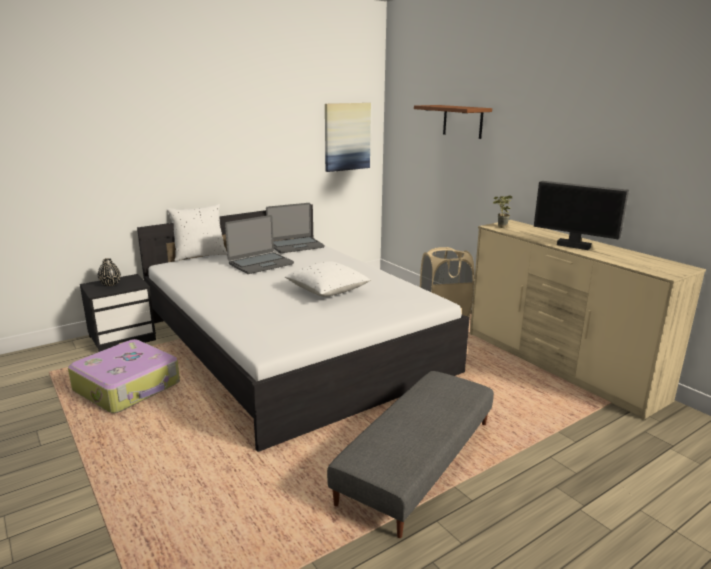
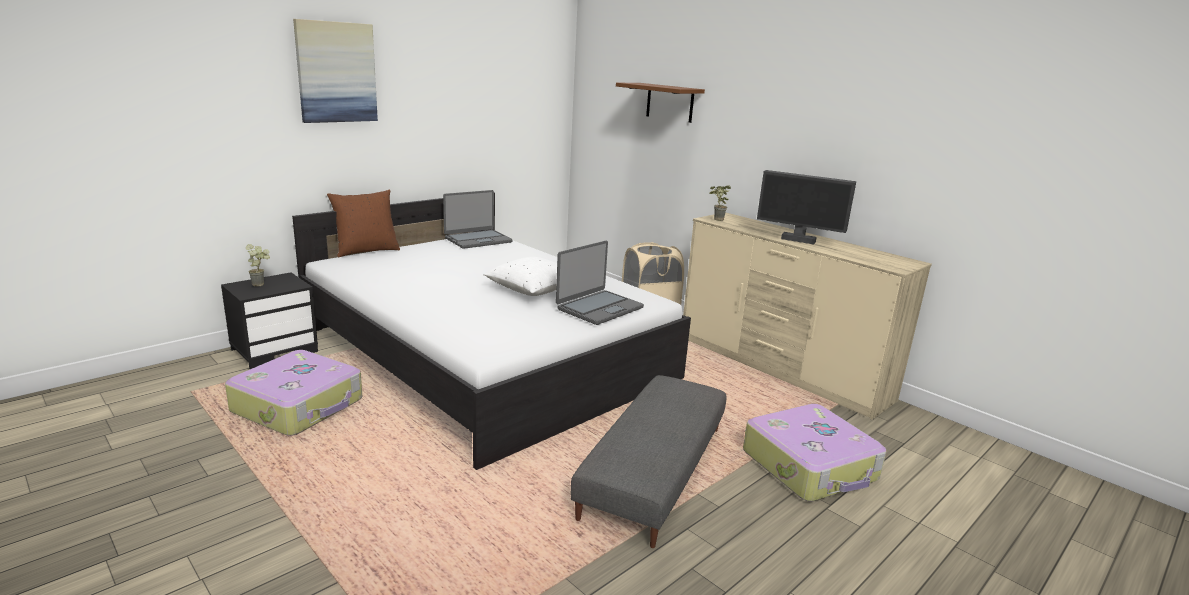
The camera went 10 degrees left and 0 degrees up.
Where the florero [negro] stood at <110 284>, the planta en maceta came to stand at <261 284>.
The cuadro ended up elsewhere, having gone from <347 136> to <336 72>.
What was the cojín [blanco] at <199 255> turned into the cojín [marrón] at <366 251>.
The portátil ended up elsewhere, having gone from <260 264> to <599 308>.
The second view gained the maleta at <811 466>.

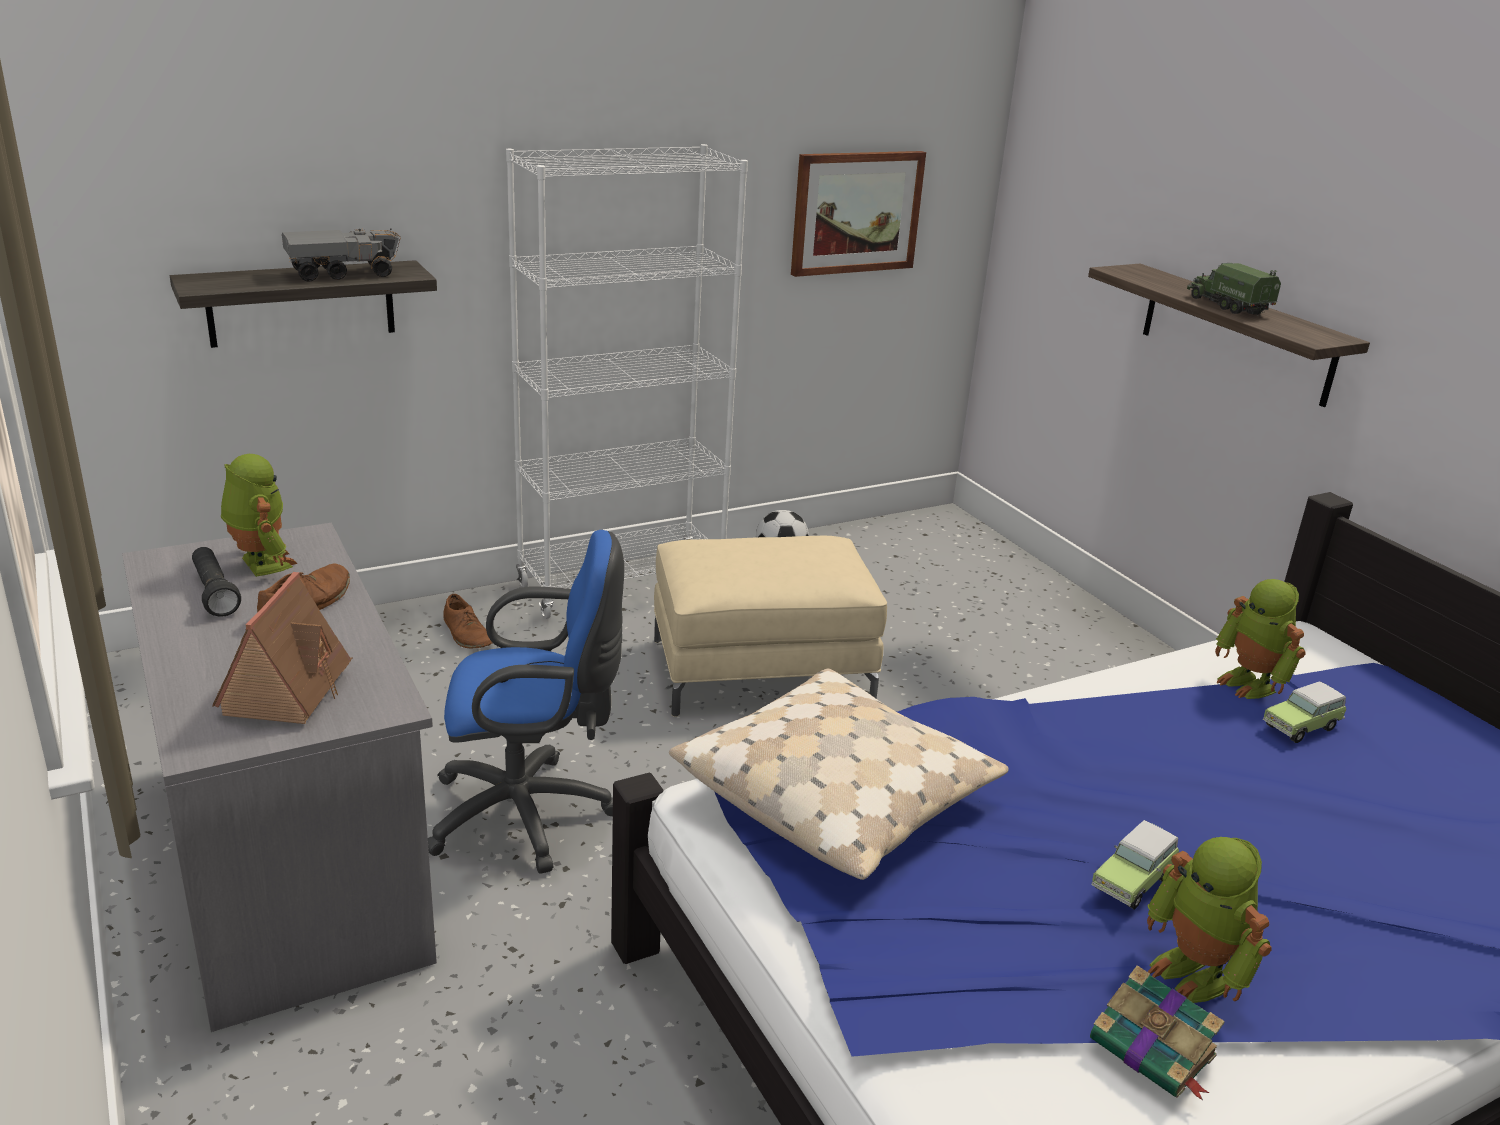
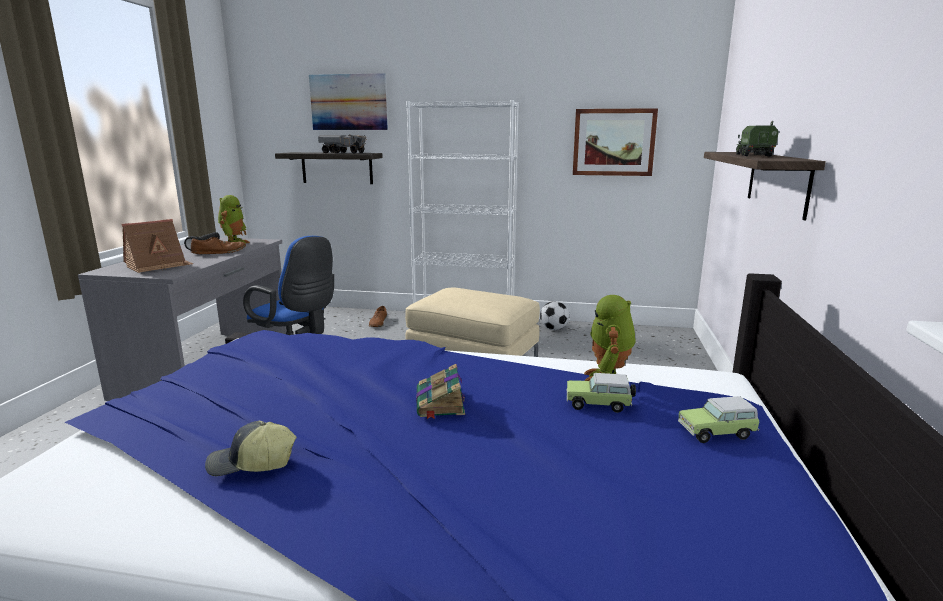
The camera went 40 degrees right and 10 degrees down.
Where the robot de juguete stood at <1195 973>, the gorra came to stand at <251 464>.
The second view gained the cuadro at <348 102>.
The libro ended up elsewhere, having gone from <1154 1050> to <440 404>.
The coche de juguete ended up elsewhere, having gone from <1133 880> to <718 433>.
The second view lost the cojín [beis] at <836 794>.

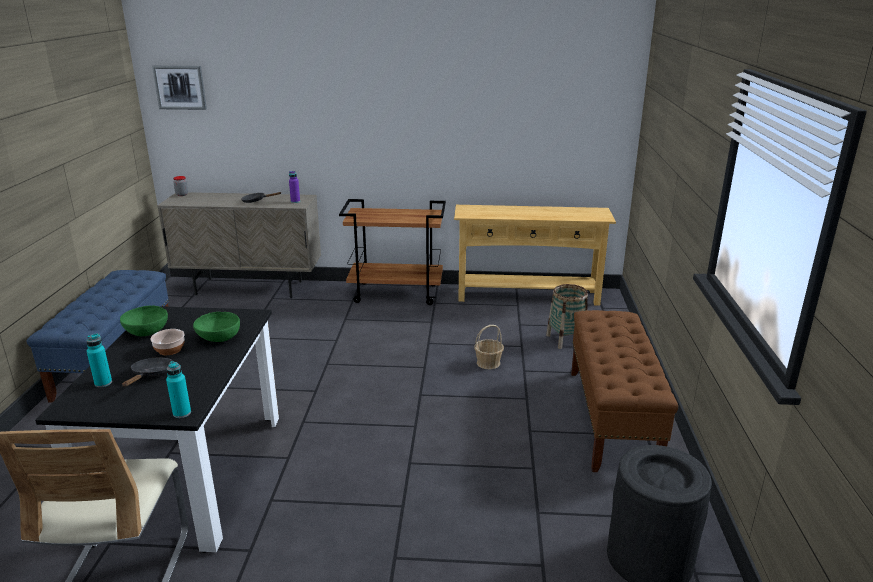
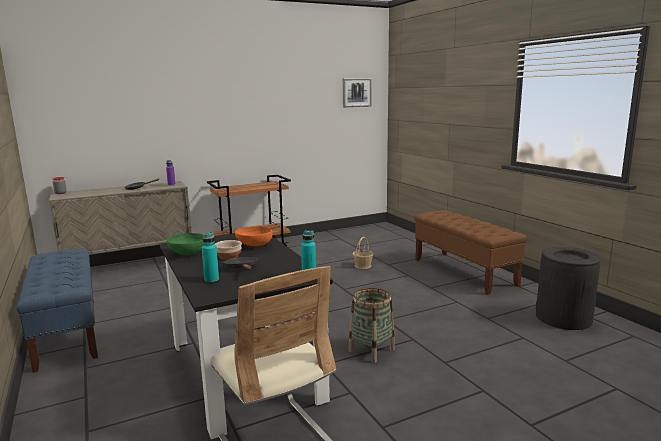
The camera went 30 degrees left and 10 degrees down.
What was the cuenco [verde] at <218 338> turned into the cuenco [naranja] at <254 245>.
The cuadro ended up elsewhere, having gone from <180 87> to <356 92>.
The cesta ended up elsewhere, having gone from <566 339> to <371 350>.
The second view lost the mesa consola [beis] at <527 295>.

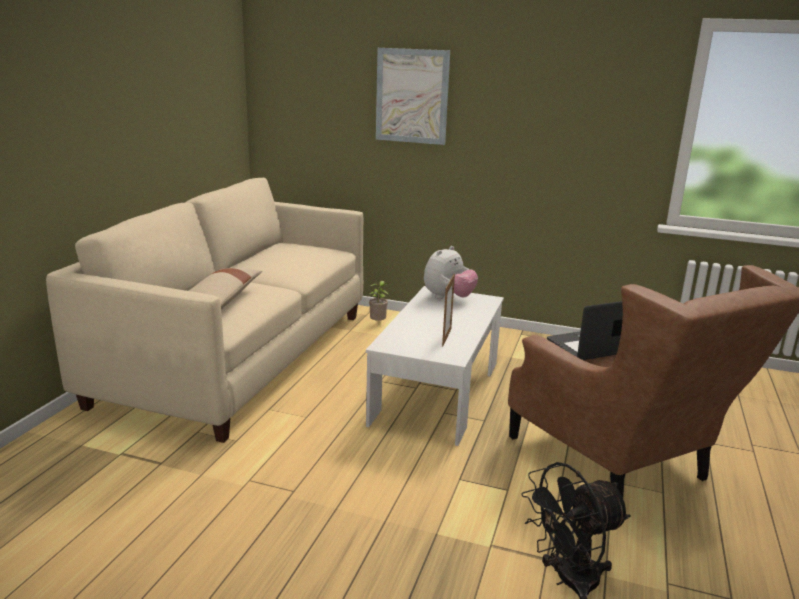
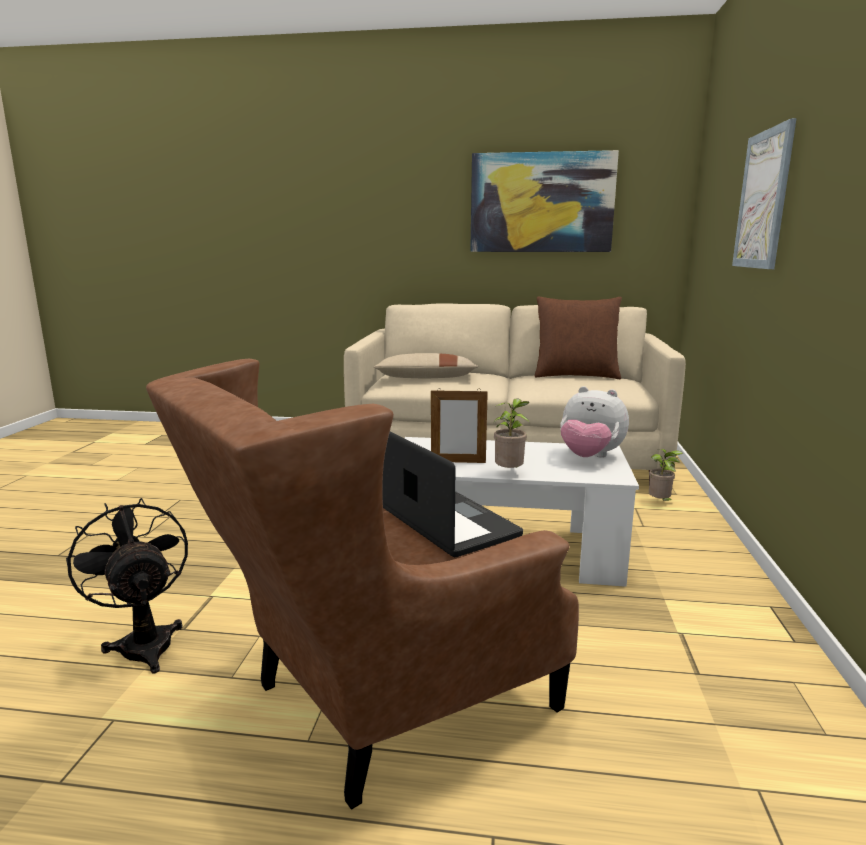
The camera went 80 degrees right and 5 degrees down.
The second view gained the cuadro at <541 203>.
The second view gained the planta en maceta at <510 473>.
The second view gained the cojín [marrón] at <575 375>.

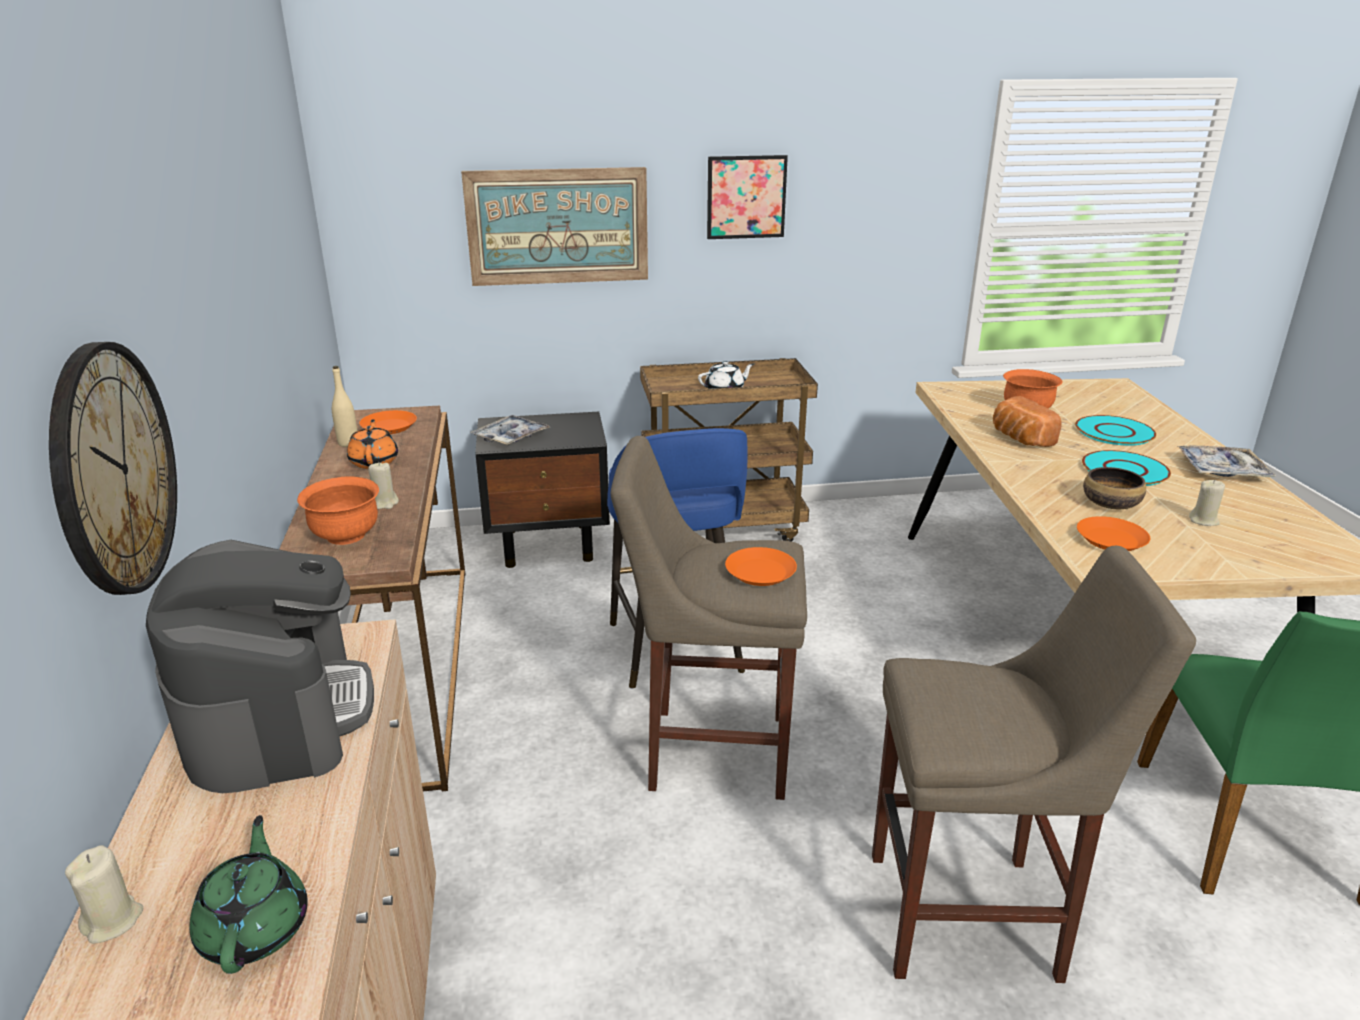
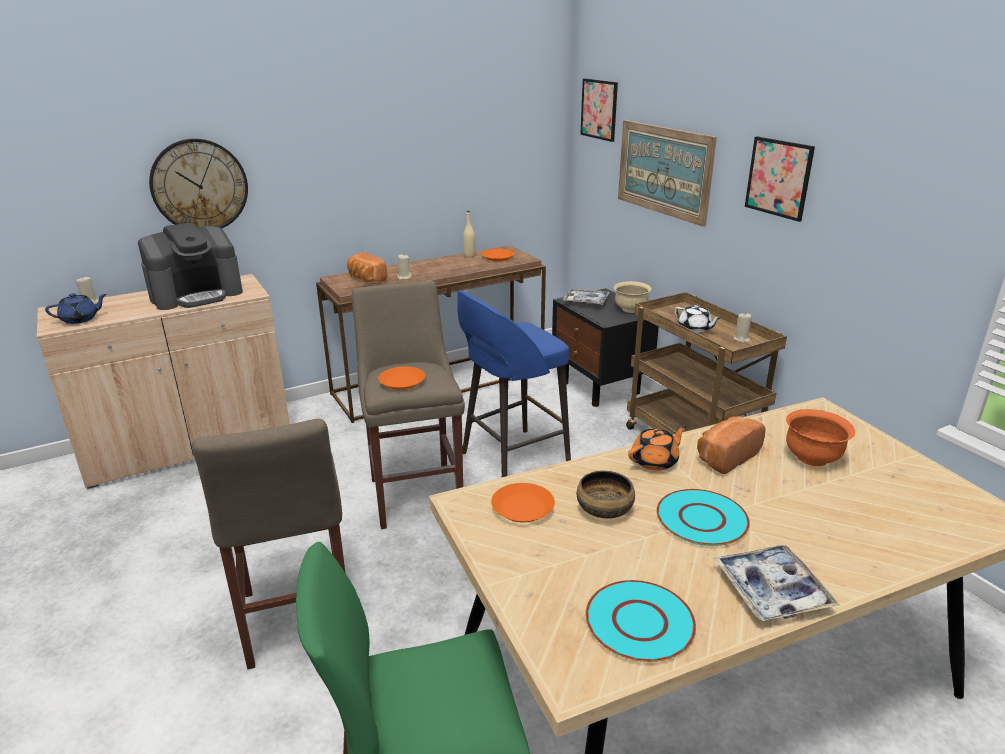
The camera went 70 degrees right and 0 degrees up.
What was the tetera [verde] at <256 928> turned into the tetera [azul] at <80 319>.
Where the cuenco [naranja] stood at <346 536>, the pan came to stand at <365 279>.
The second view gained the cuadro at <599 109>.
The plato [turquesa] ended up elsewhere, having gone from <1115 432> to <640 622>.
The second view gained the cuenco [beis] at <630 309>.
The tetera [naranja] ended up elsewhere, having gone from <374 461> to <655 461>.
The vela [beis] ended up elsewhere, having gone from <1203 521> to <741 339>.

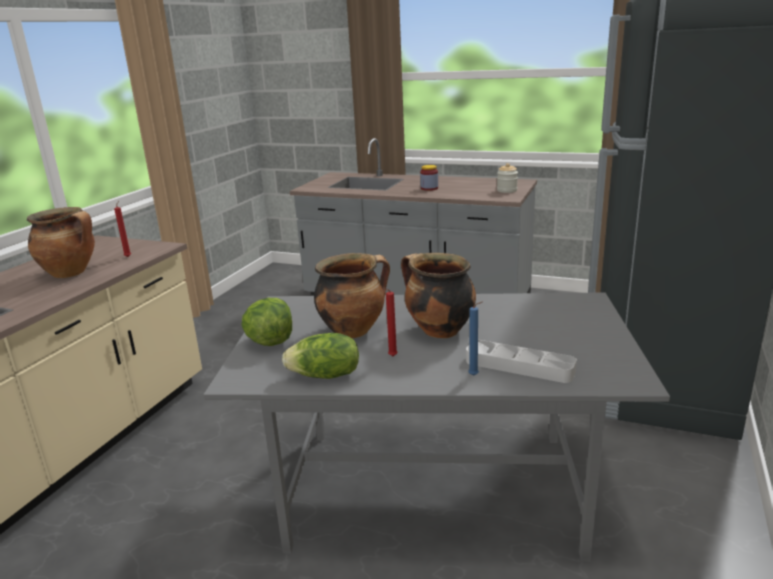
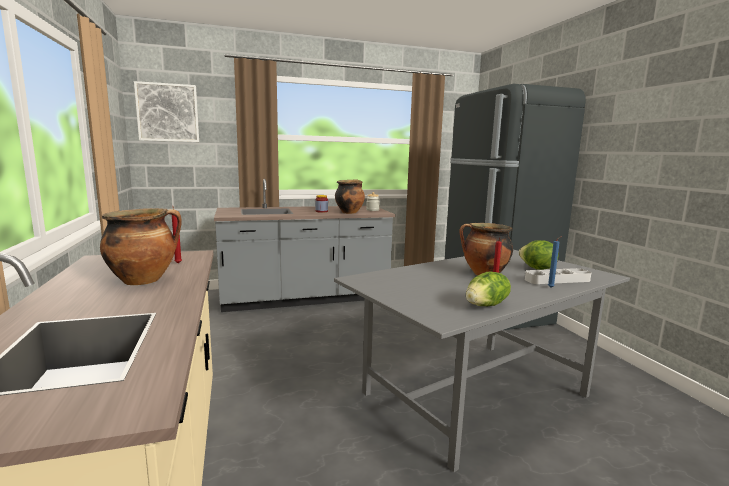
The camera went 40 degrees left and 10 degrees down.
The second view gained the cuadro at <168 112>.
The olla ended up elsewhere, having gone from <353 330> to <349 212>.
The lechuga ended up elsewhere, having gone from <270 341> to <537 269>.

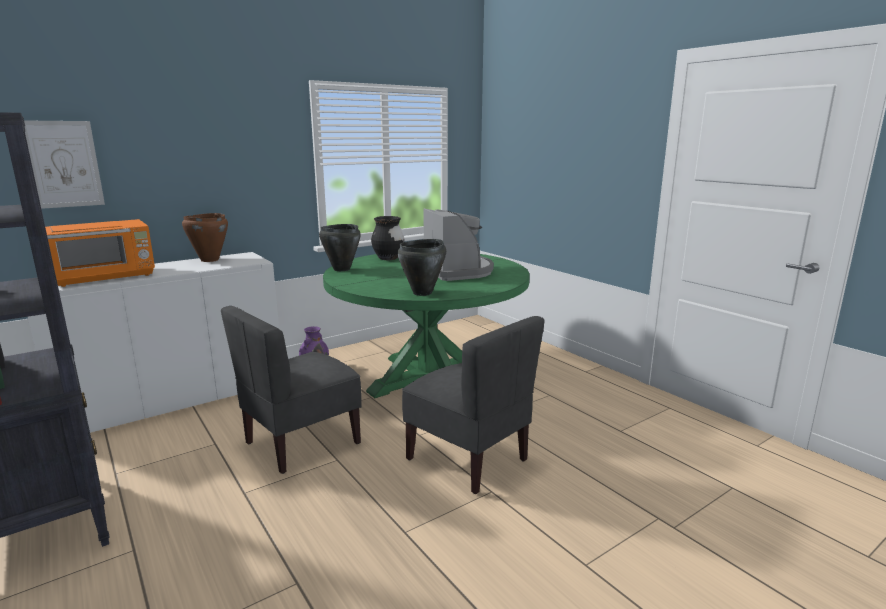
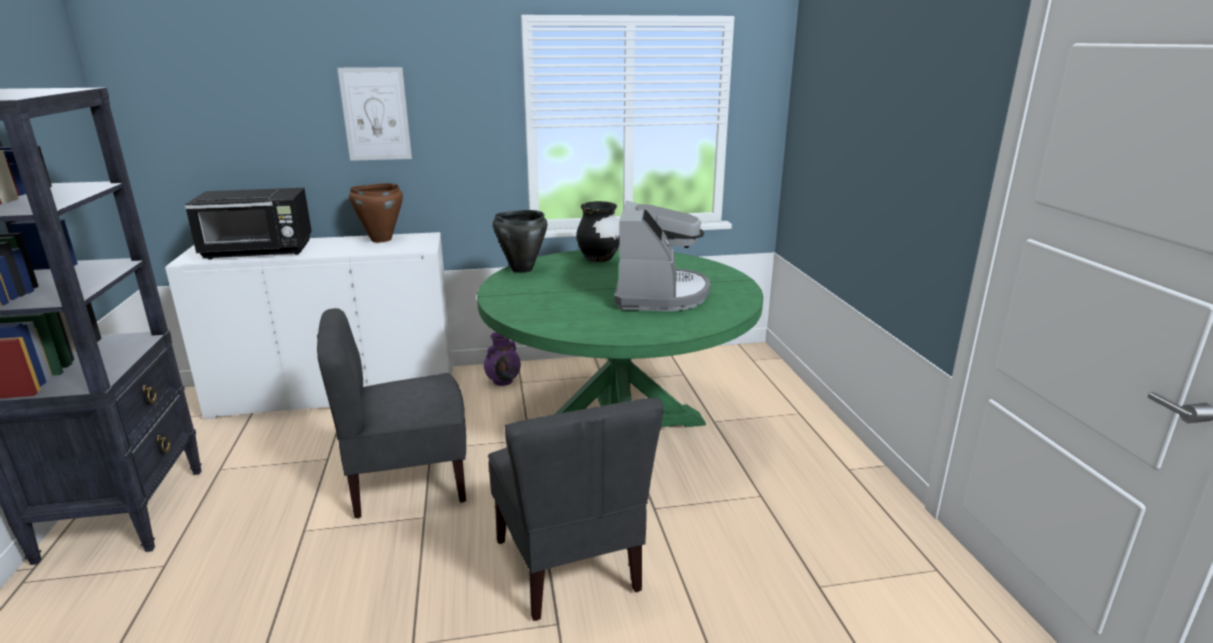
The camera went 25 degrees right and 5 degrees up.
What was the microondas [naranja] at <106 277> turned into the microondas [negro] at <259 251>.
The cuadro ended up elsewhere, having gone from <64 164> to <375 114>.
The second view lost the olla [negro] at <423 293>.

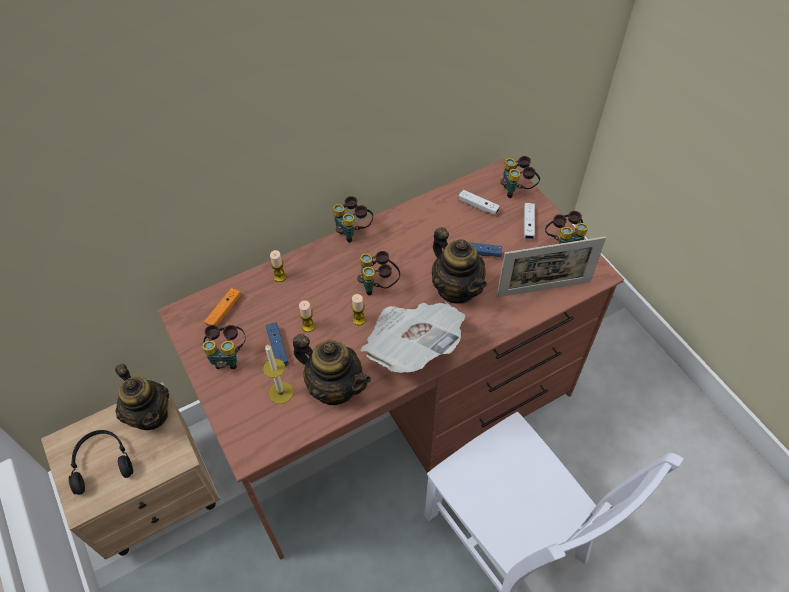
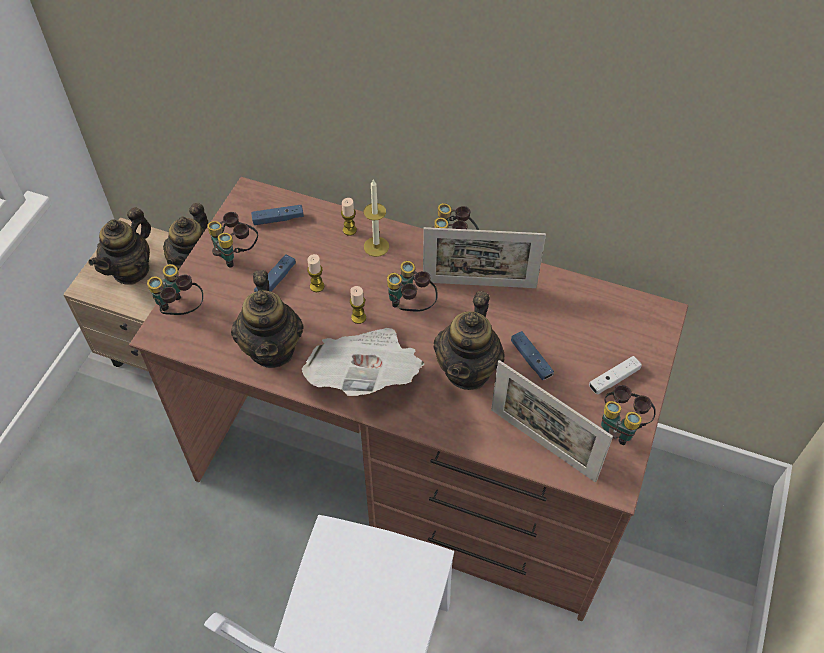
The camera went 50 degrees right and 0 degrees up.
Where the auriculares [negro] stood at <102 462>, the tetera came to stand at <131 270>.
The prismáticos ended up elsewhere, having gone from <517 190> to <180 310>.
What was the mando de consola [naranja] at <224 311> turned into the mando de consola [azul] at <278 219>.
The vela ended up elsewhere, having gone from <281 392> to <376 246>.
The second view gained the portarretratos at <479 284>.
The second view lost the mando de consola [blanco] at <478 206>.

